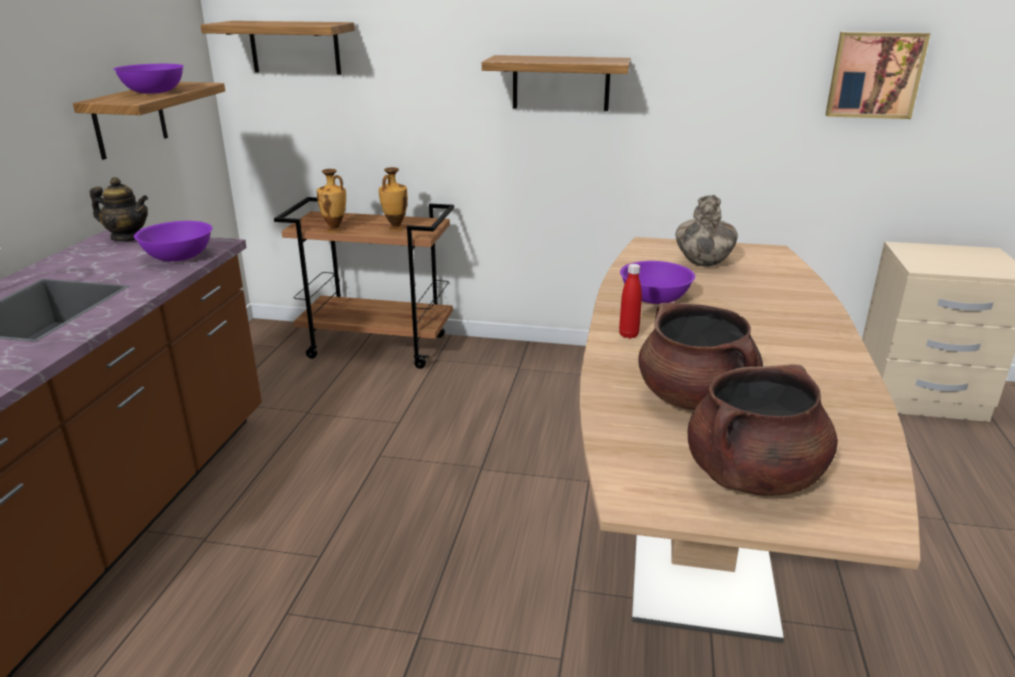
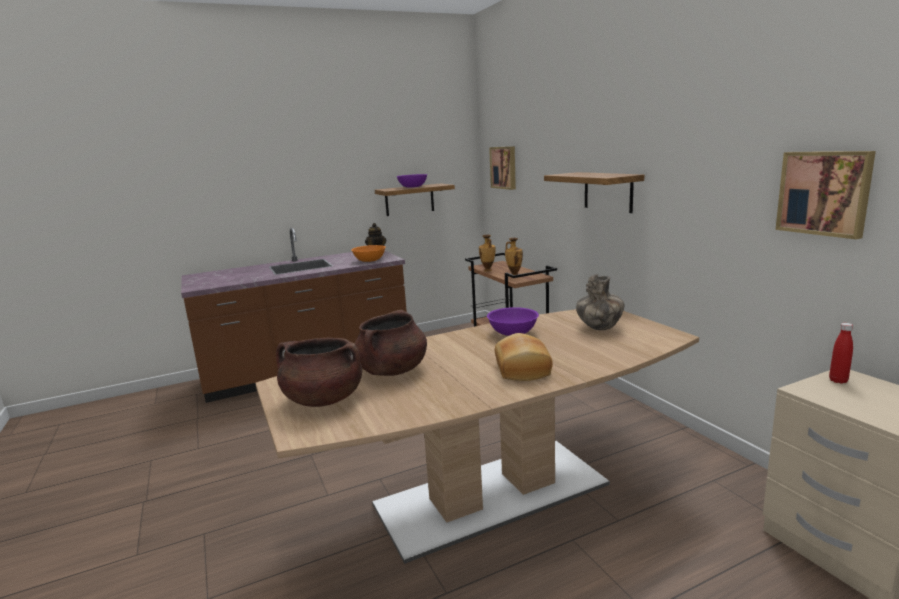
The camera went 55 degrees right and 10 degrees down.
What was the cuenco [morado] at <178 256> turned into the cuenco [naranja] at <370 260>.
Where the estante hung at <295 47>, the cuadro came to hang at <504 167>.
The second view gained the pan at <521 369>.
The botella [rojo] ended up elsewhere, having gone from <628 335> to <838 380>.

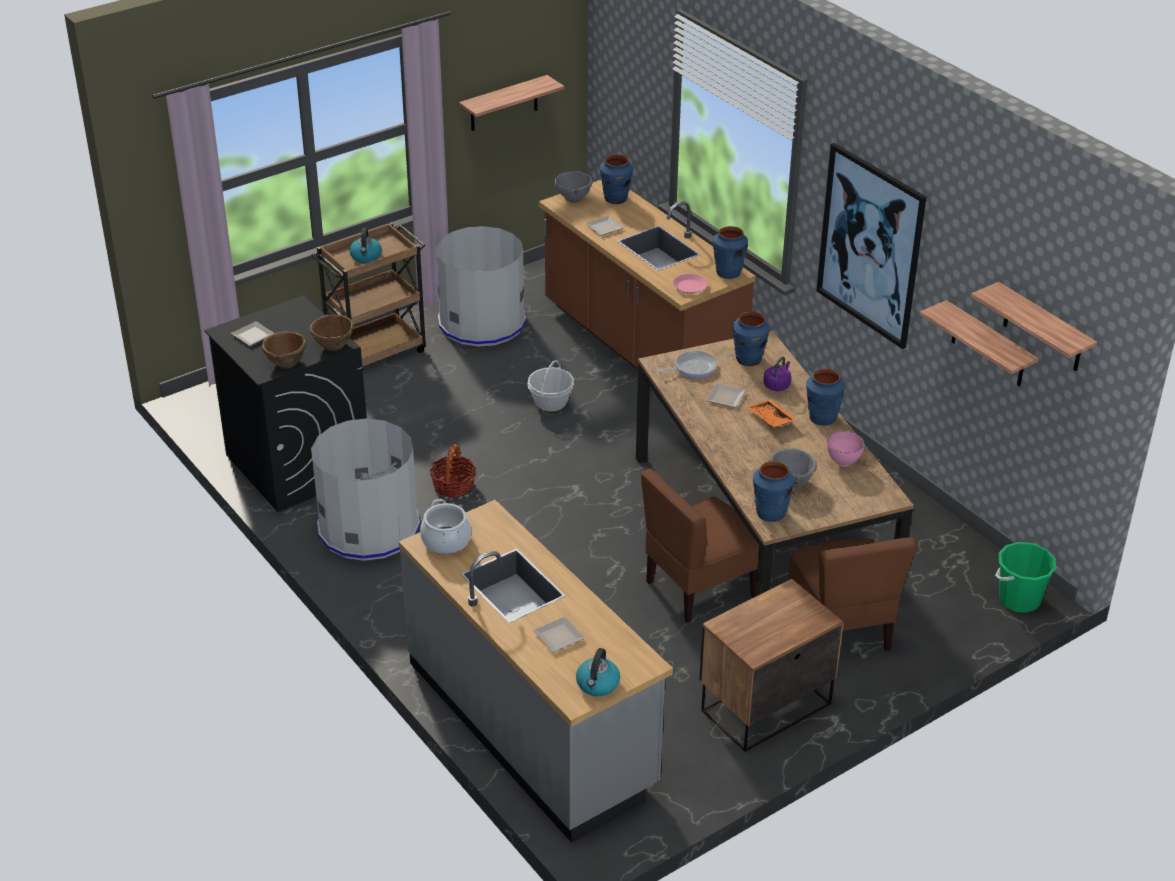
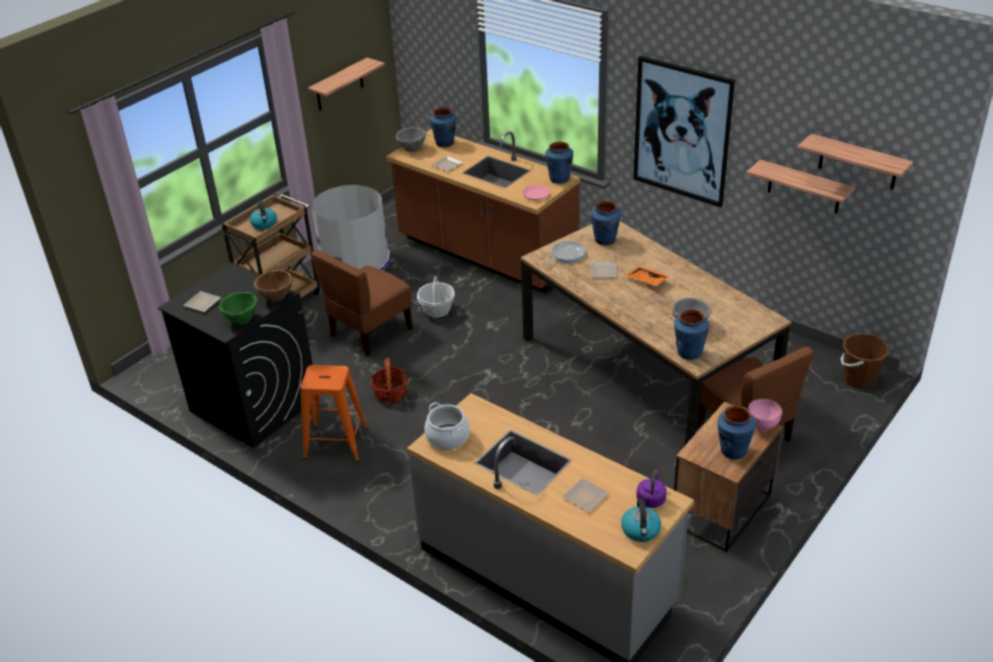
The camera went 15 degrees left and 0 degrees up.
What was the cuenco [marrón] at <285 363> turned into the cuenco [verde] at <241 319>.
Where the papelera [gris] stood at <369 528>, the taburete [naranja] came to stand at <336 443>.
The silla [marrón] ended up elsewhere, having gone from <699 588> to <370 332>.
The hervidor [morado] ended up elsewhere, having gone from <777 385> to <651 498>.
The florero [azul] ended up elsewhere, having gone from <822 418> to <733 451>.
The cuenco [rosa] ended up elsewhere, having gone from <843 462> to <762 427>.
What was the cubo [verde] at <1019 599> turned into the cubo [marrón] at <859 378>.

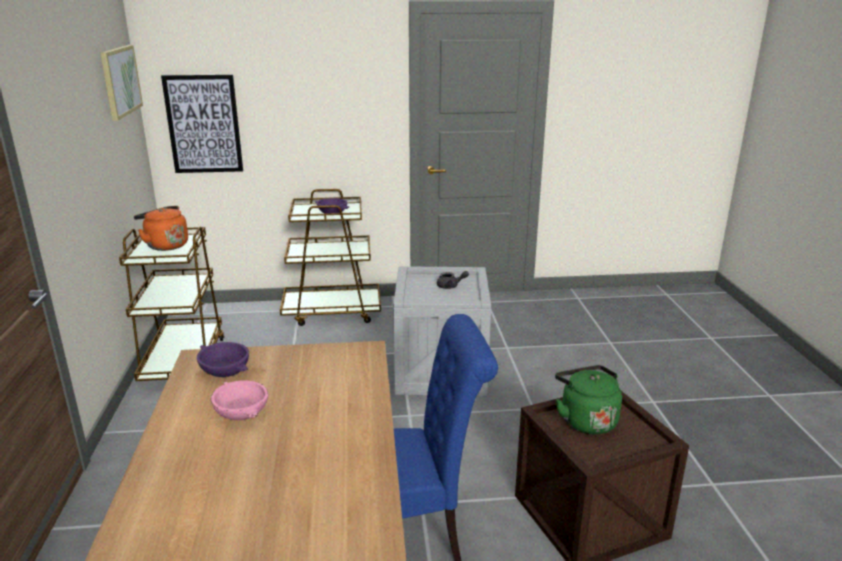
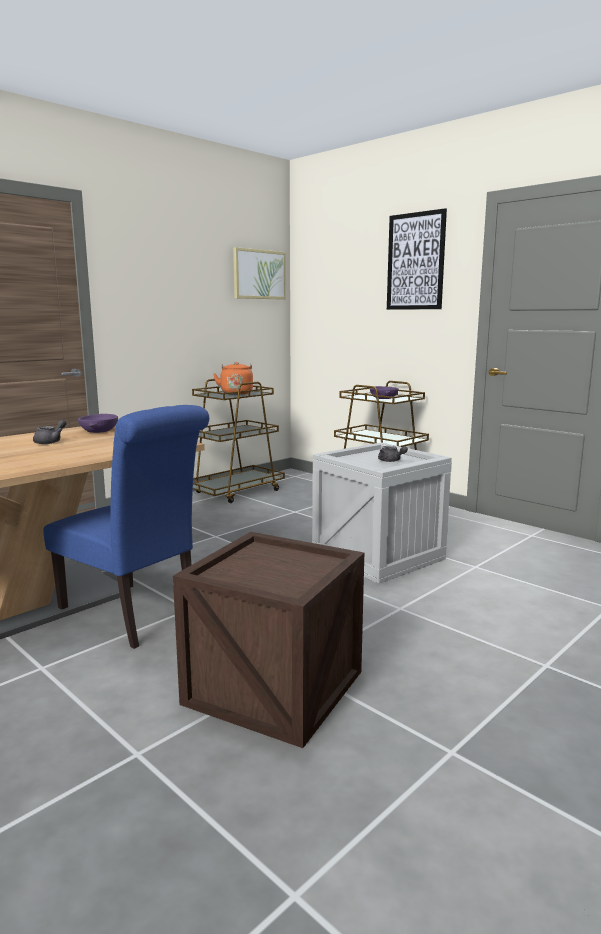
The camera went 50 degrees right and 10 degrees down.
Where the cuenco [rosa] stood at <240 412>, the tetera [gris] came to stand at <51 442>.
The cuadro ended up elsewhere, having gone from <203 124> to <415 261>.
The second view lost the hervidor [verde] at <585 420>.

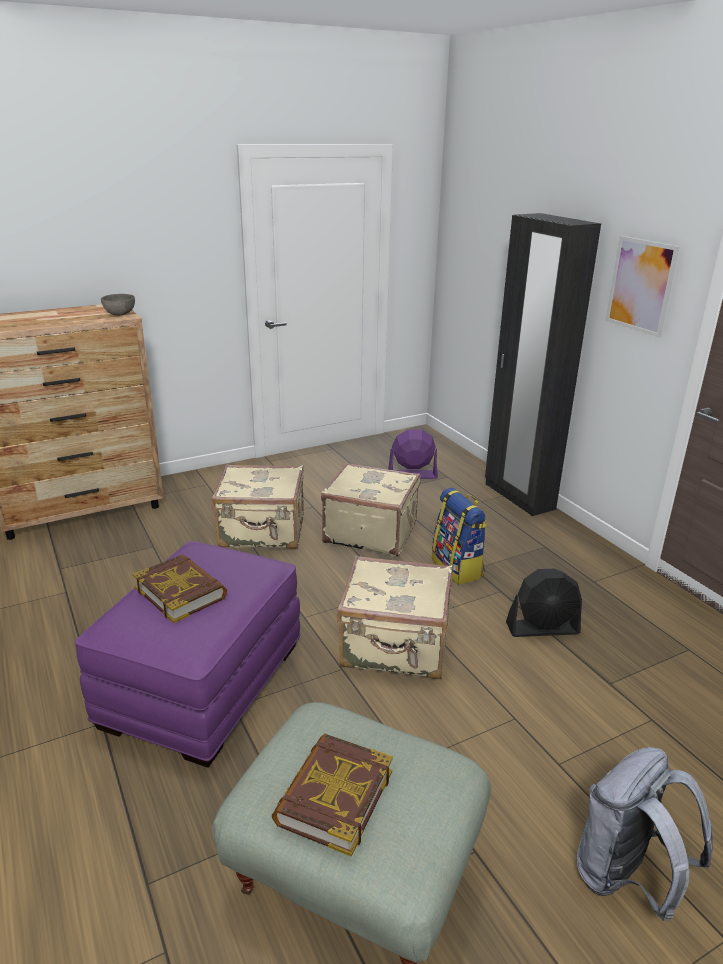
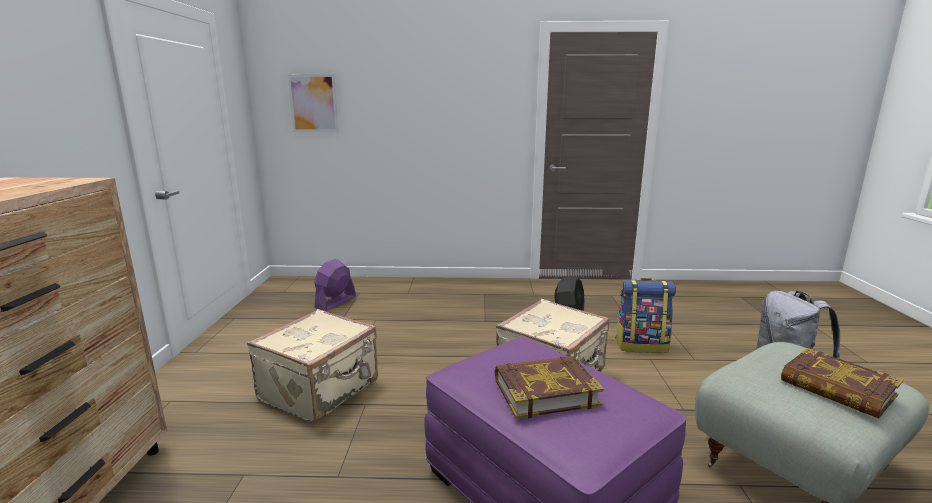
The camera went 60 degrees left and 10 degrees down.
The cuadro ended up elsewhere, having gone from <641 285> to <313 103>.
The mochila ended up elsewhere, having gone from <458 568> to <641 345>.
The second view lost the cuenco [gris] at <119 314>.
The second view lost the maleta [beis] at <370 532>.
The second view lost the armario ropero [negro] at <518 497>.

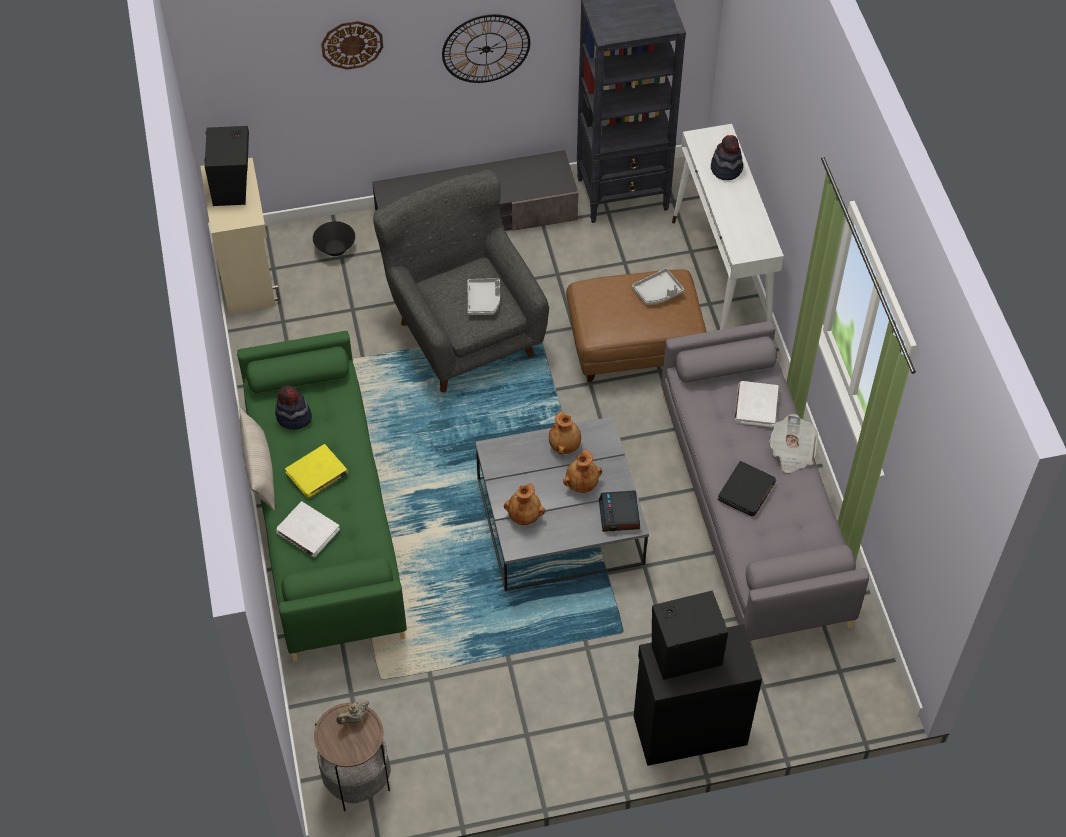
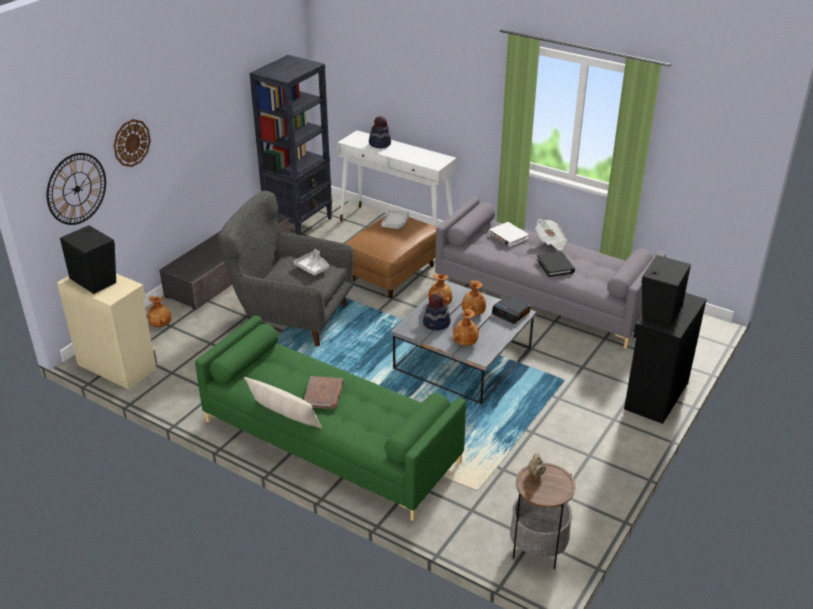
The camera went 45 degrees left and 20 degrees down.
The reloj de pared ended up elsewhere, having gone from <486 48> to <77 189>.
Where the cuenco [negro] stood at <335 249>, the florero [marrón] came to stand at <161 324>.
What was the libro [amarillo] at <317 473> turned into the libro [marrón] at <324 394>.
The sombrero ended up elsewhere, having gone from <293 417> to <436 324>.
The second view lost the libro [blanco] at <307 531>.

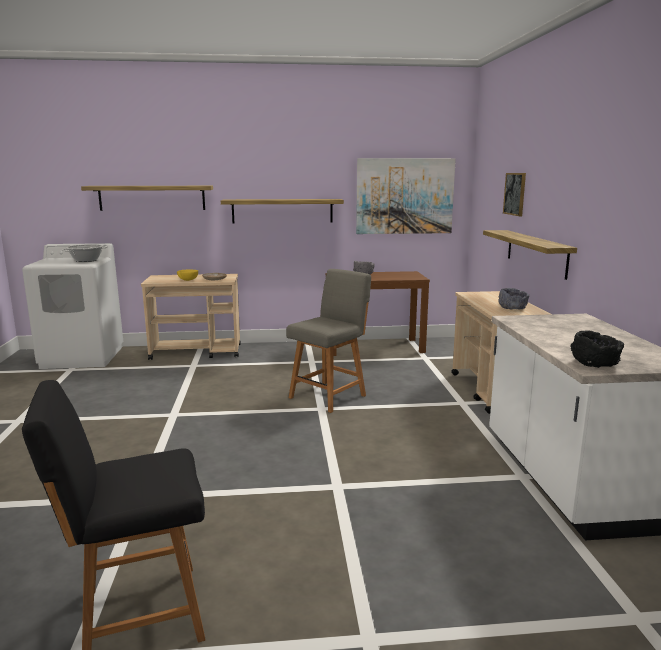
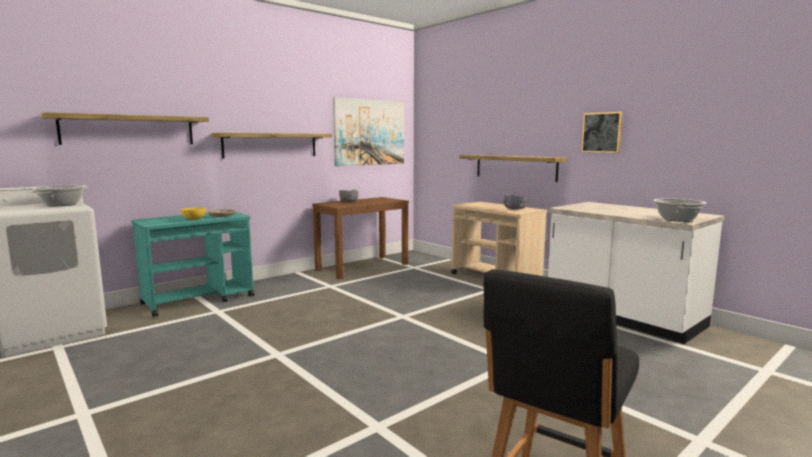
The camera went 35 degrees left and 5 degrees down.
What was the carrito [beis] at <197 352> turned into the carrito [turquesa] at <199 300>.
The cuadro ended up elsewhere, having gone from <515 194> to <601 132>.
Where the cuenco [negro] stood at <594 363>, the olla came to stand at <676 219>.
The second view lost the silla [gris] at <329 396>.

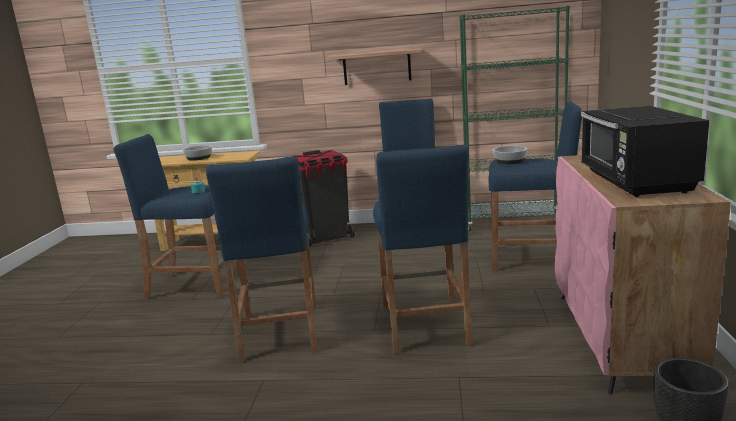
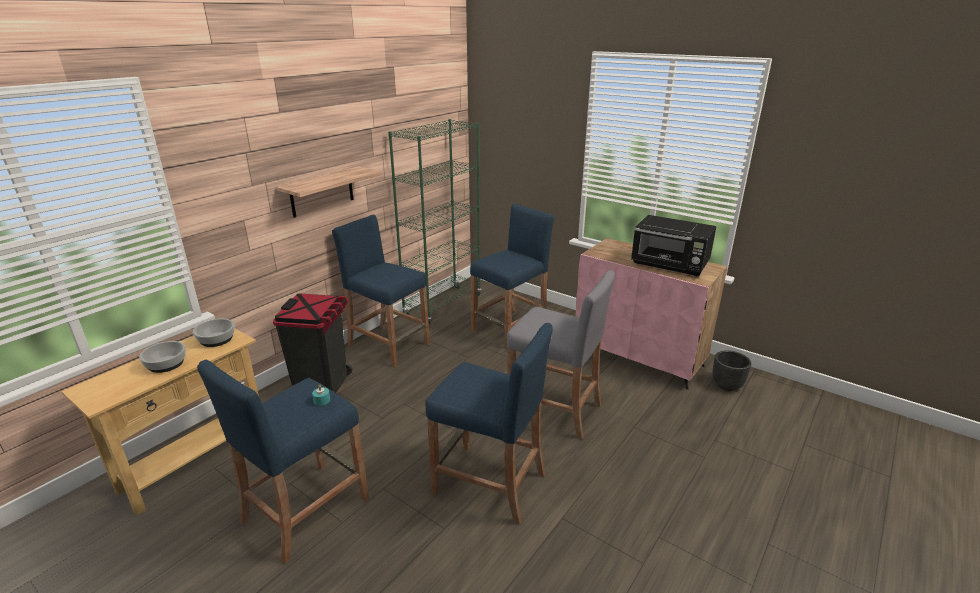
The camera went 60 degrees left and 10 degrees up.
The cuenco ended up elsewhere, having gone from <510 161> to <217 339>.
What was the taburete [azul] at <424 324> turned into the taburete [gris] at <554 410>.

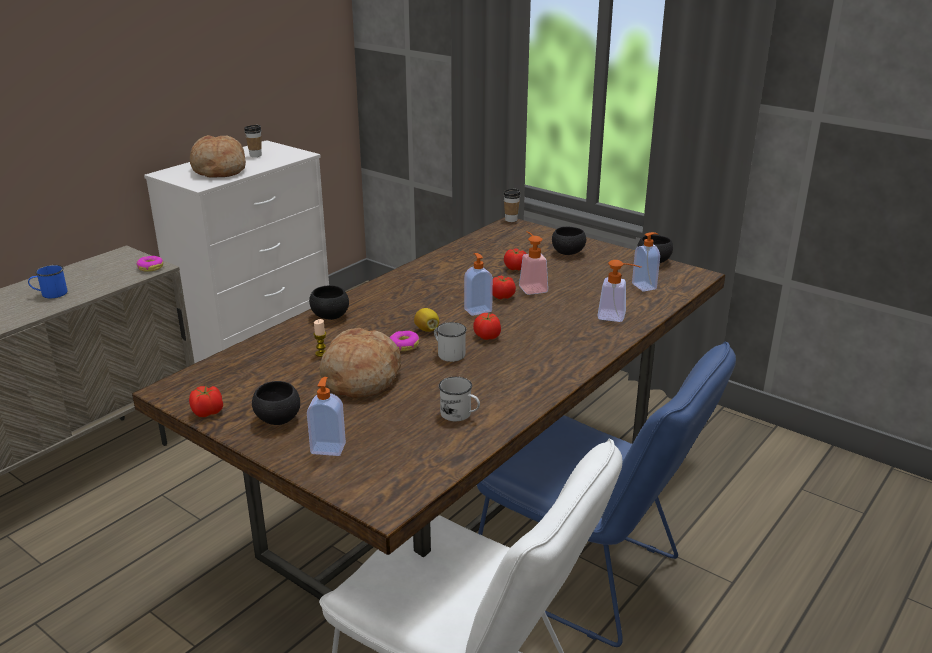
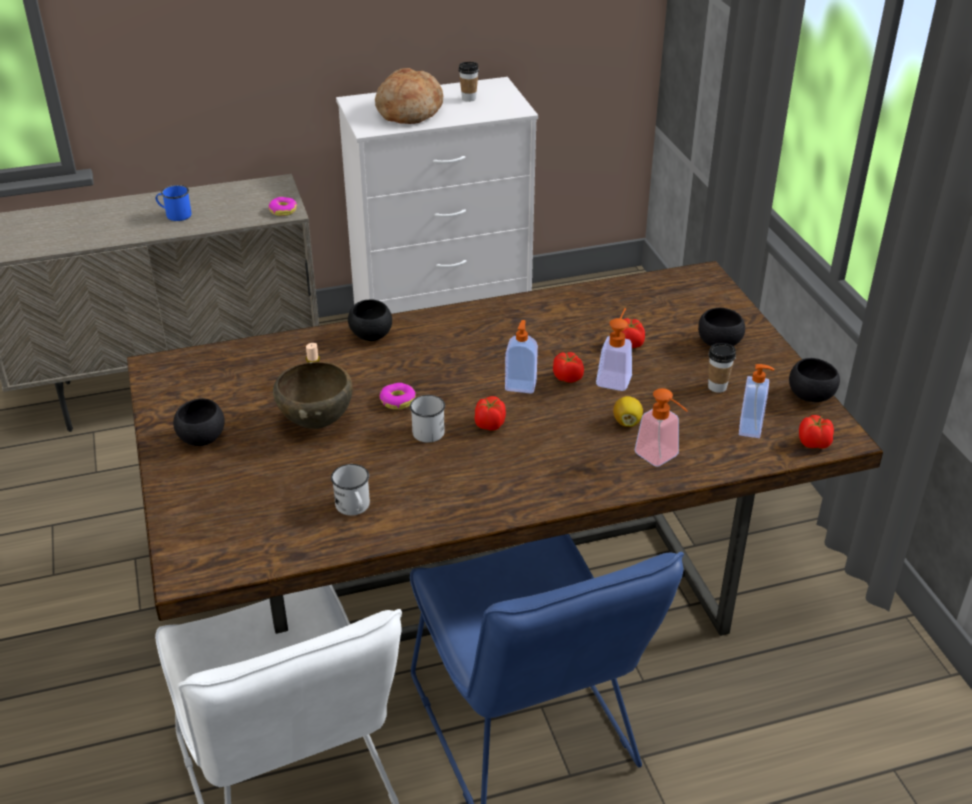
The camera went 35 degrees right and 10 degrees up.
Where the pan stood at <360 377>, the cuenco [marrón] came to stand at <317 423>.
The limón ended up elsewhere, having gone from <427 329> to <627 422>.
The taza ended up elsewhere, having gone from <511 220> to <717 387>.
The tomate ended up elsewhere, having gone from <208 412> to <814 443>.
The second view lost the dispensador de jabón at <328 448>.

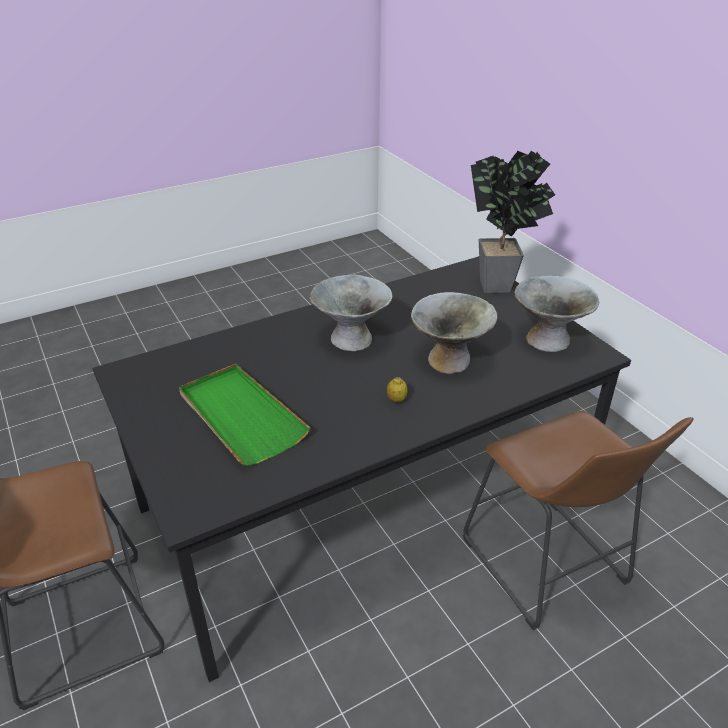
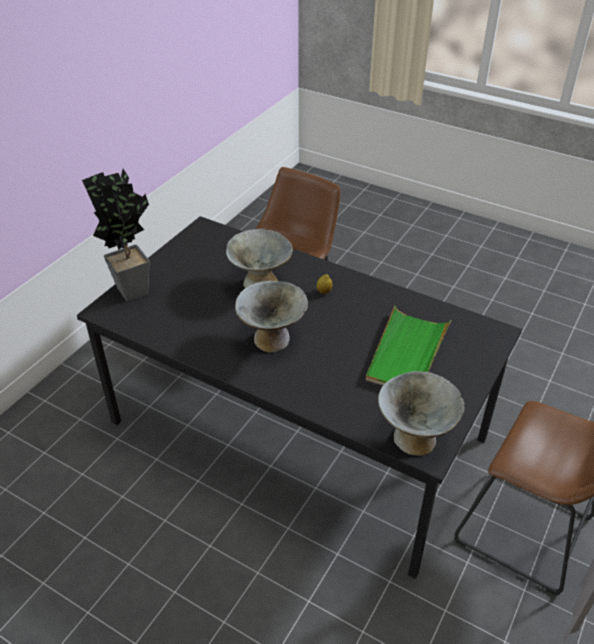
The camera went 120 degrees left and 5 degrees up.
The cuenco [gris] ended up elsewhere, having gone from <548 340> to <415 438>.

